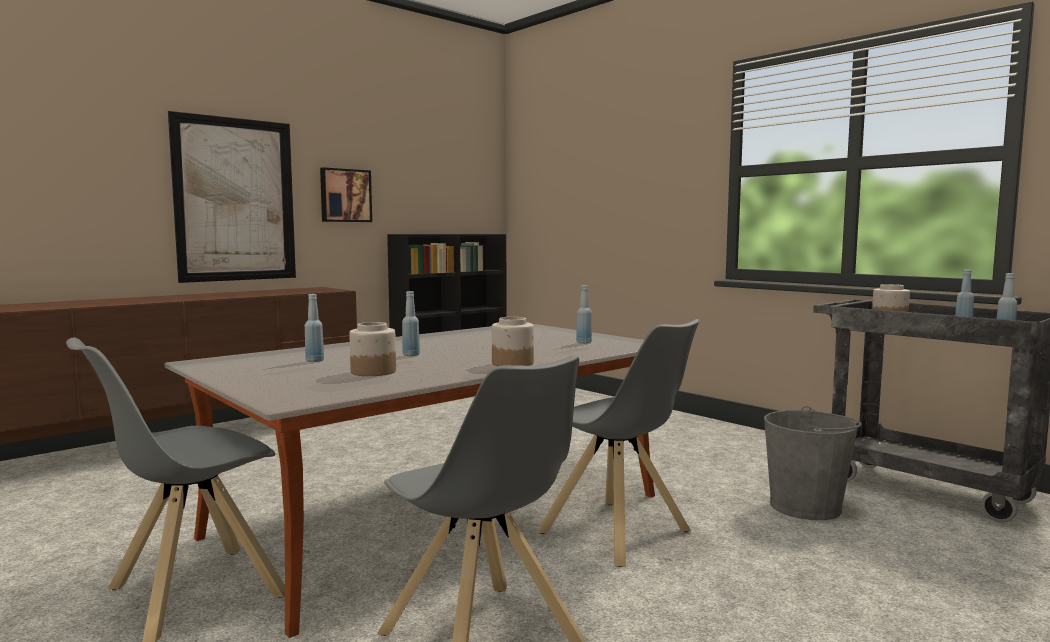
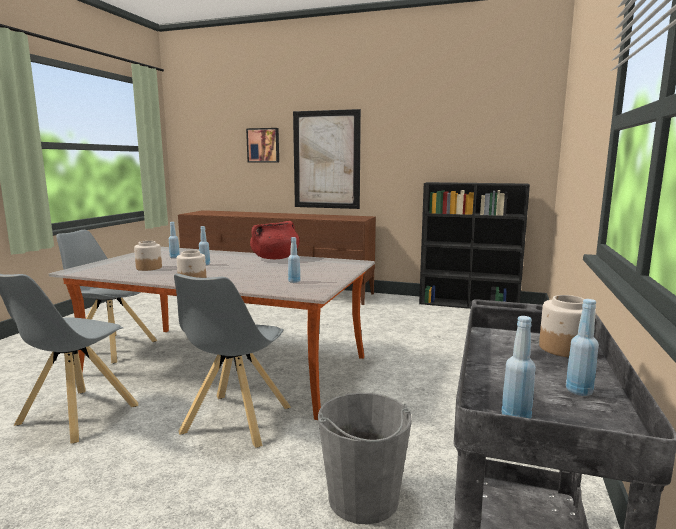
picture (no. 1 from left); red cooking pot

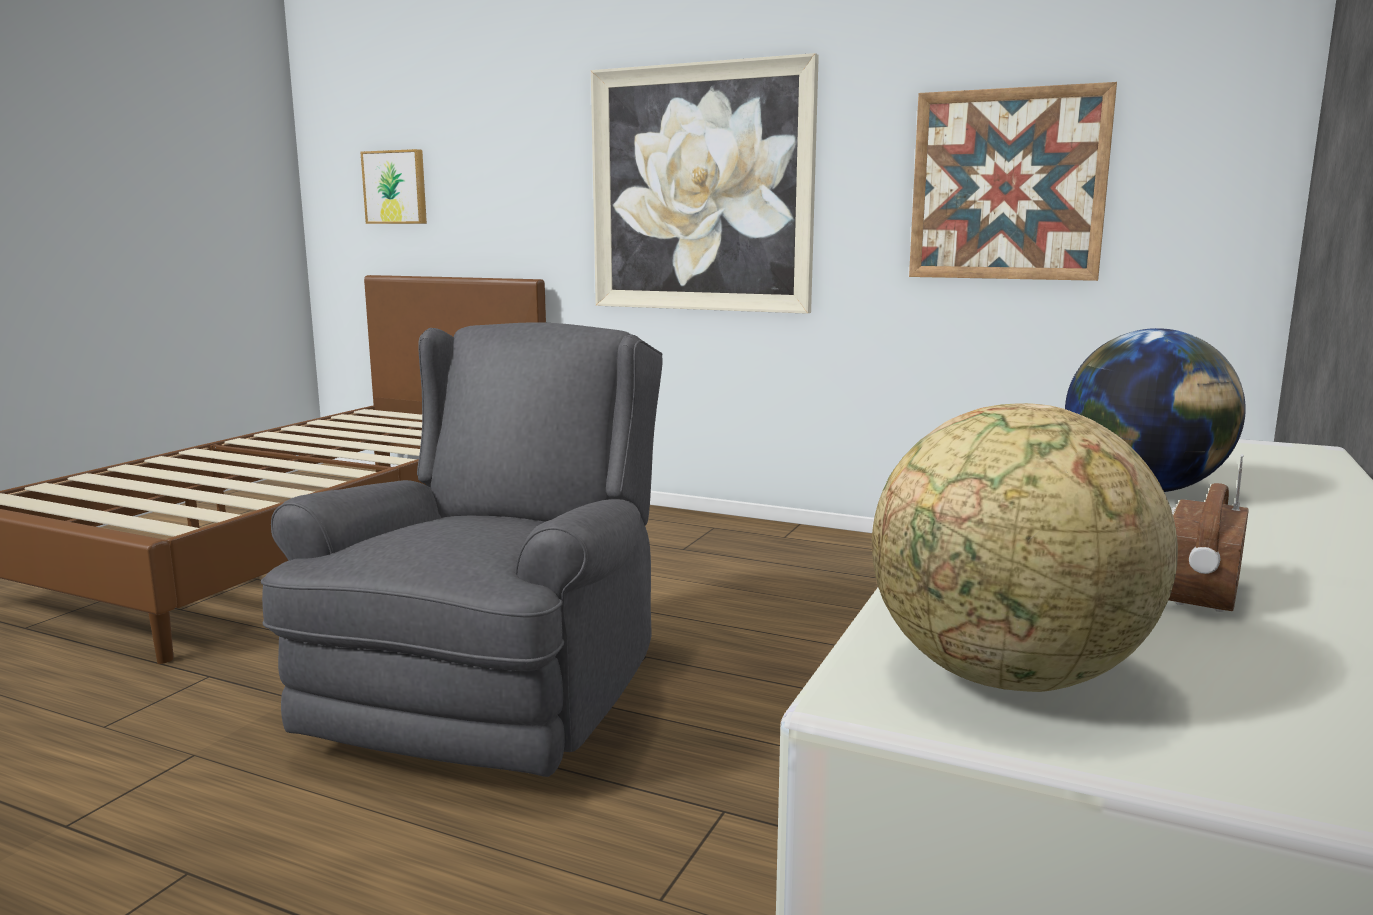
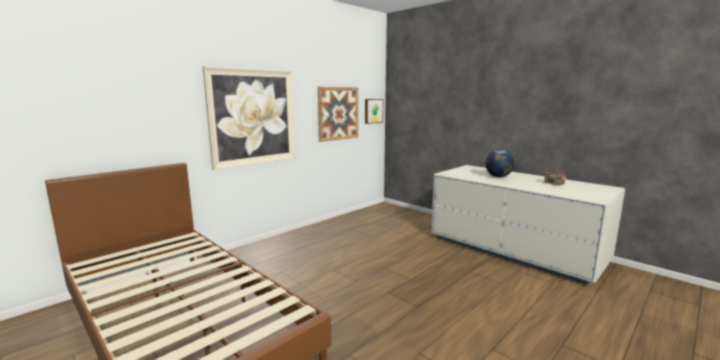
picture (no. 3 from left); grey armchair; globe (no. 1 from left in the first image)

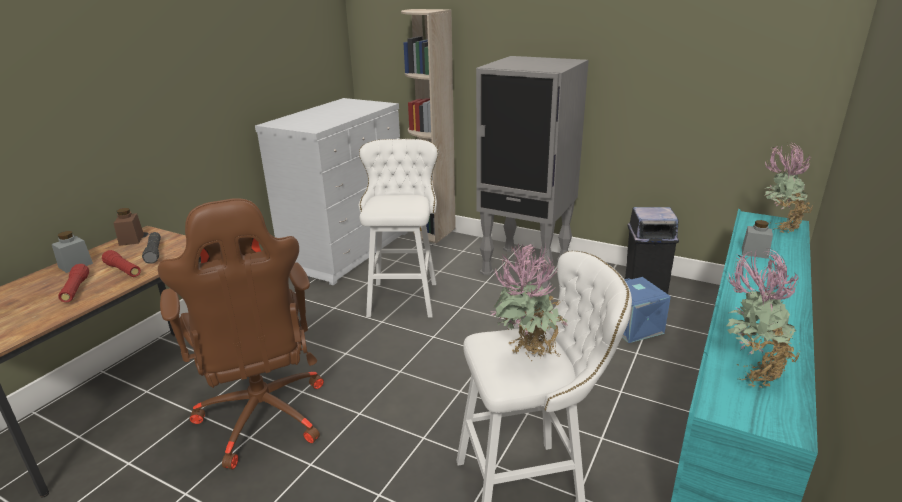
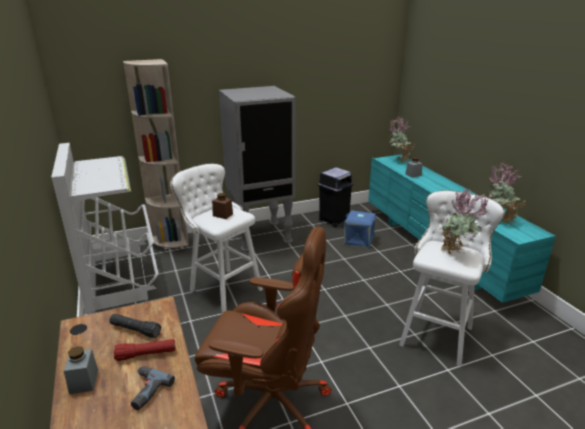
white shoe rack; brown jar; power drill

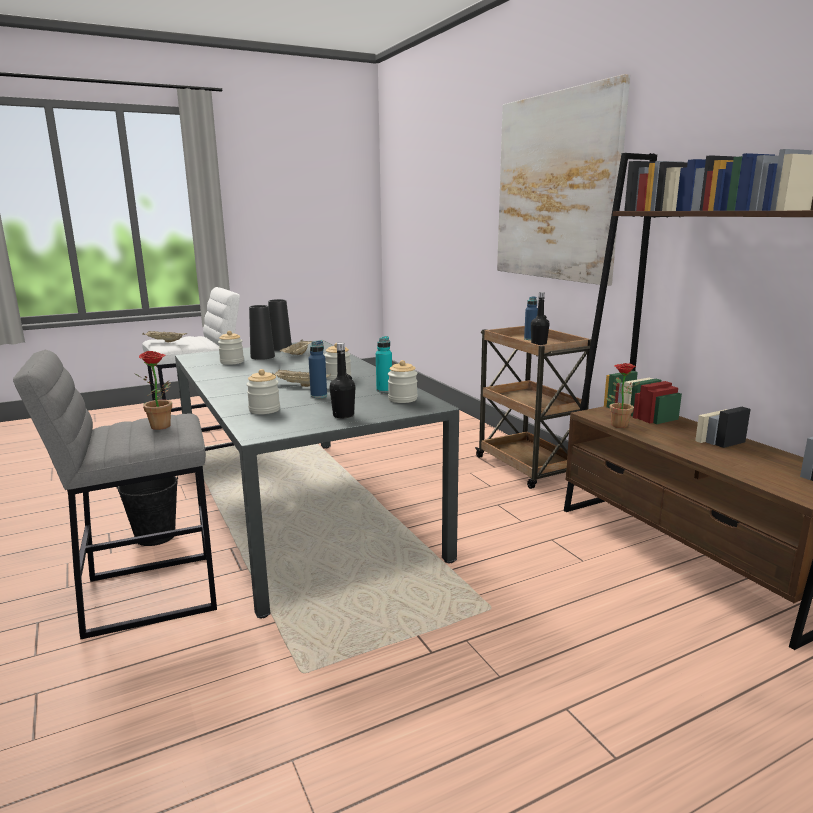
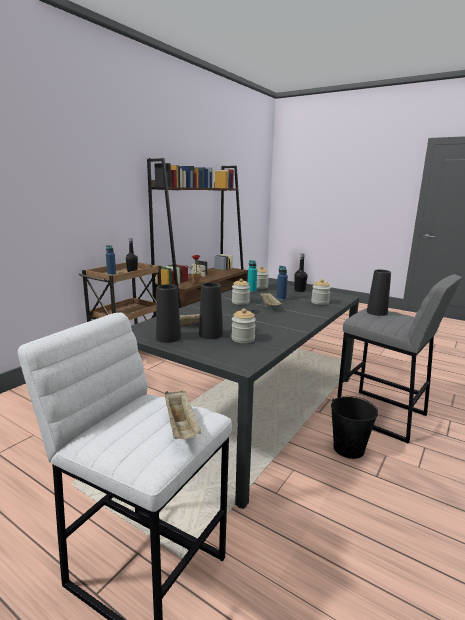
picture; black vase (no. 3 from left)

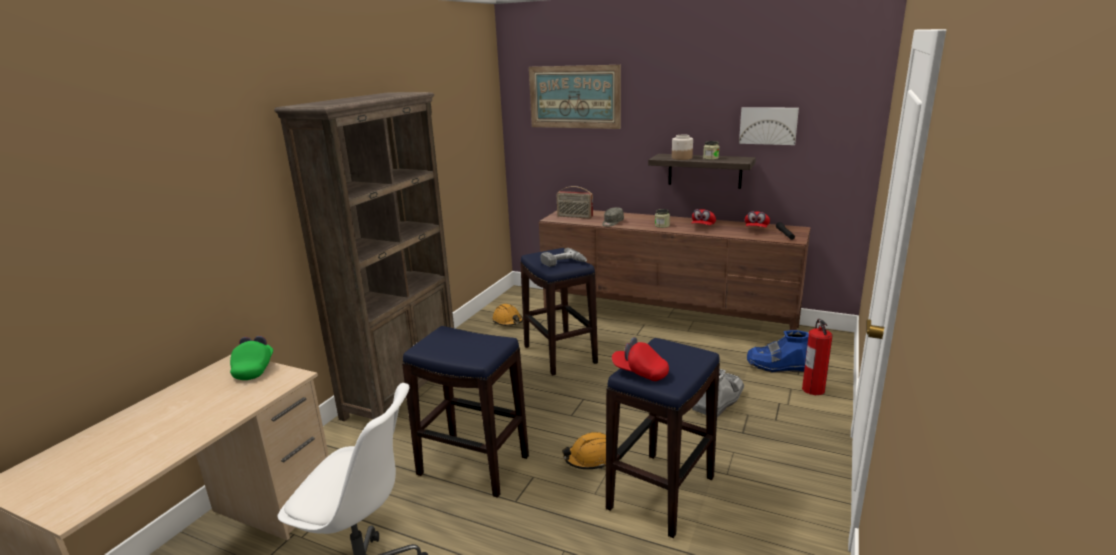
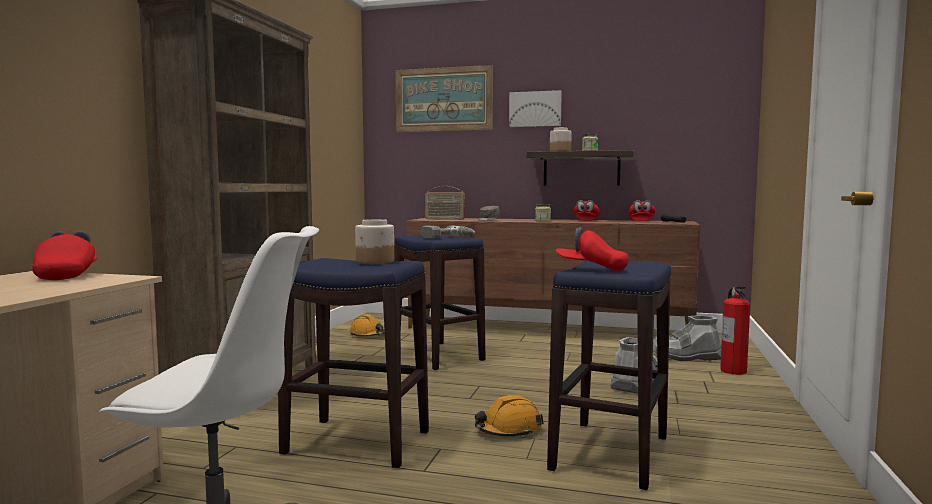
picture (no. 2 from left); grey boot (no. 2 from left); red cap (no. 1 from left); jar (no. 1 from left)

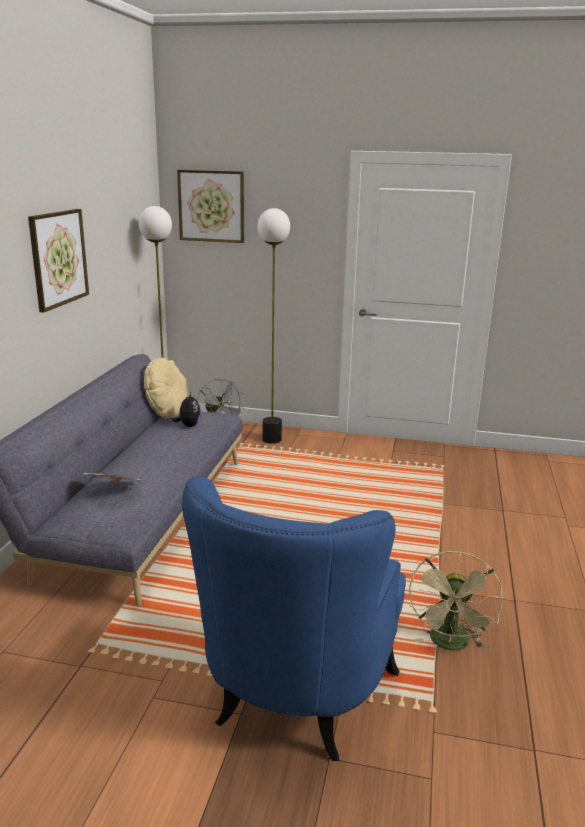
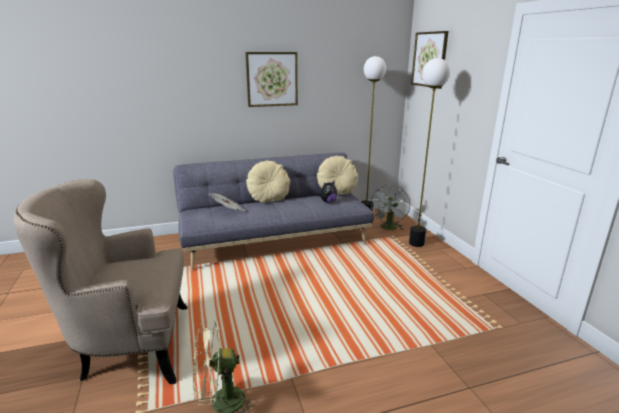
beige armchair; beige pillow (no. 1 from left)

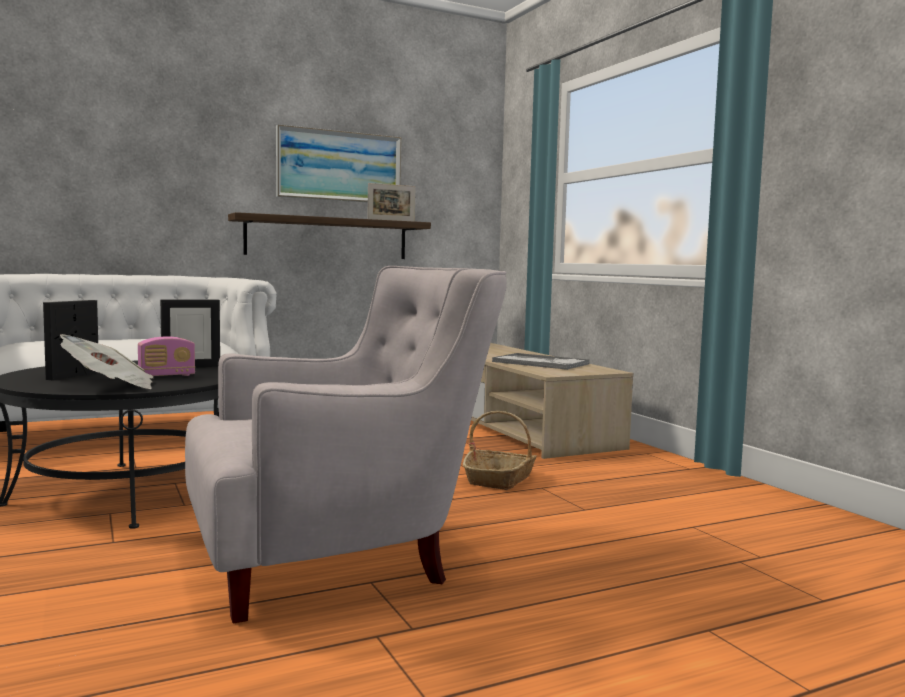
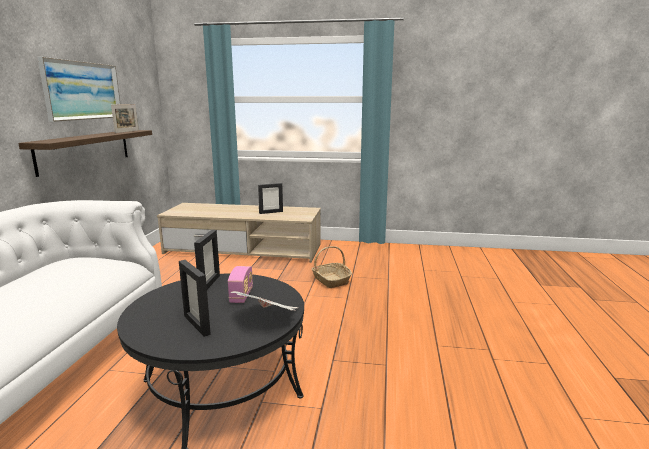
white armchair; picture frame (no. 4 from left)

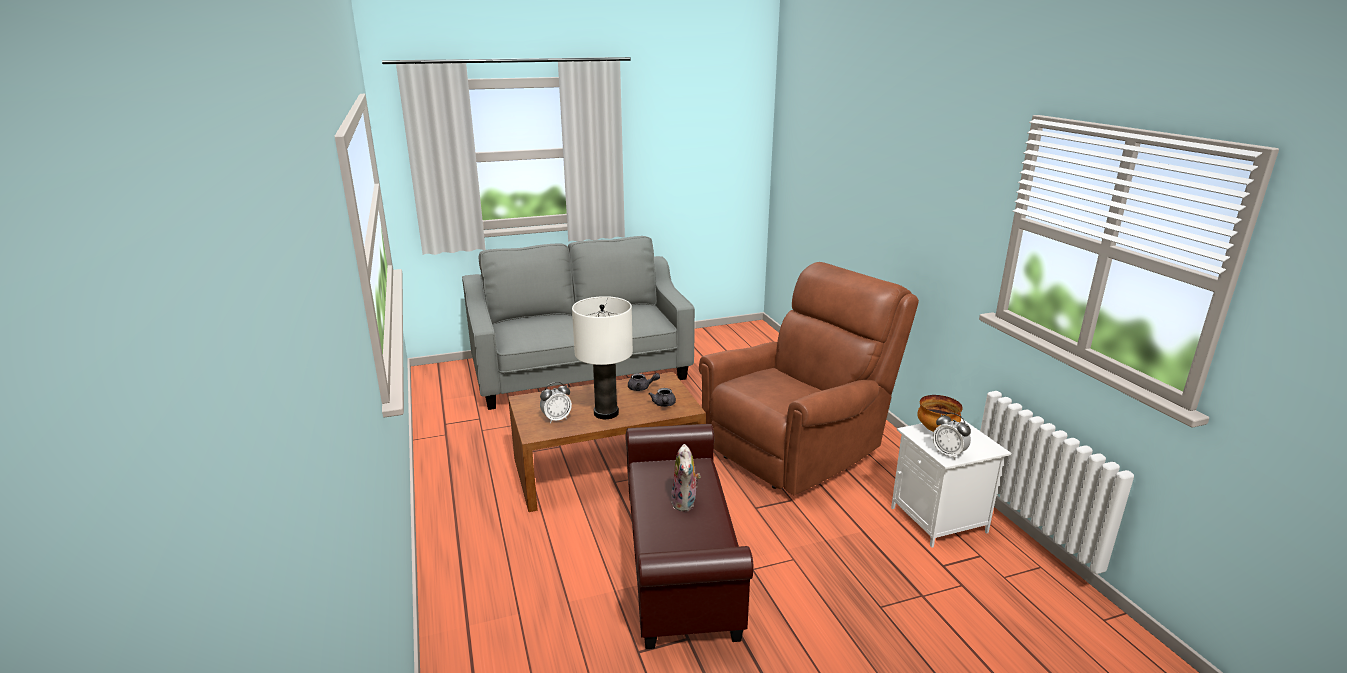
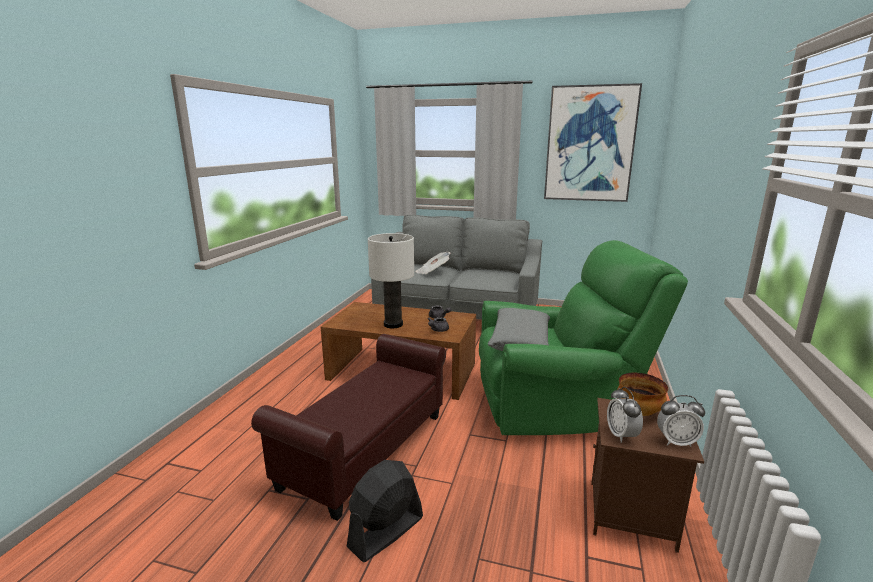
green armchair; alarm clock (no. 2 from left); brown nightstand; plush toy; picture; newspaper; grey pillow; black fan

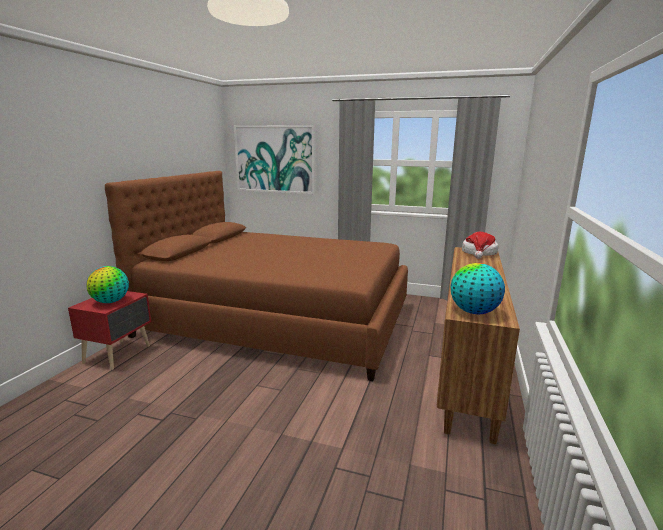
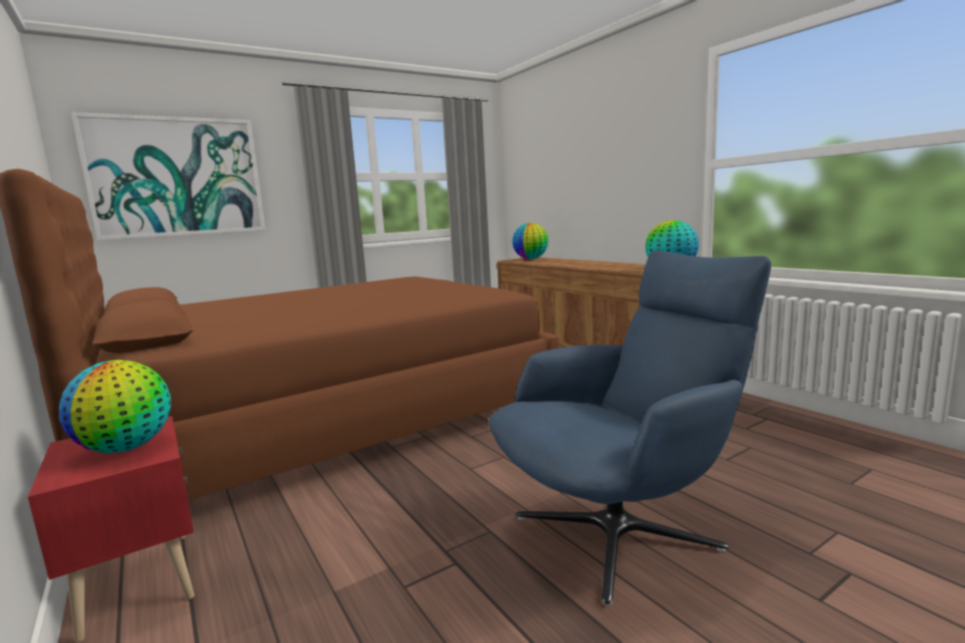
globe (no. 2 from left); blue armchair

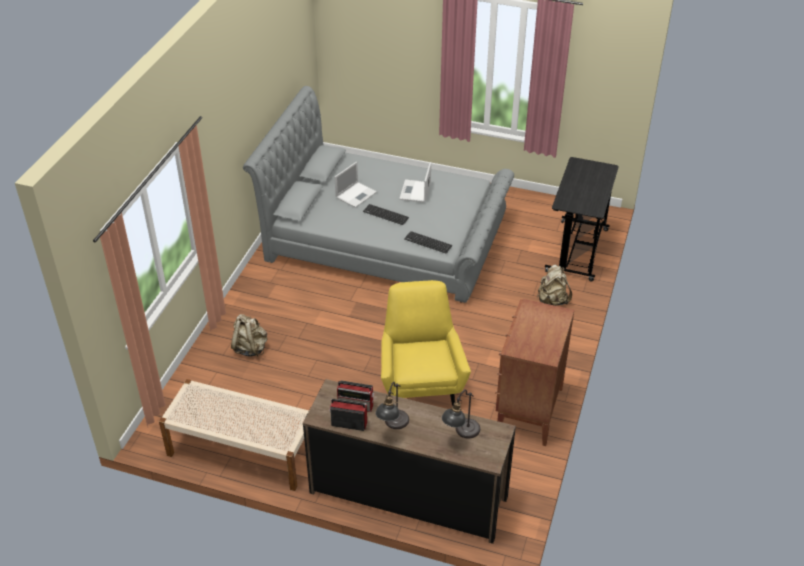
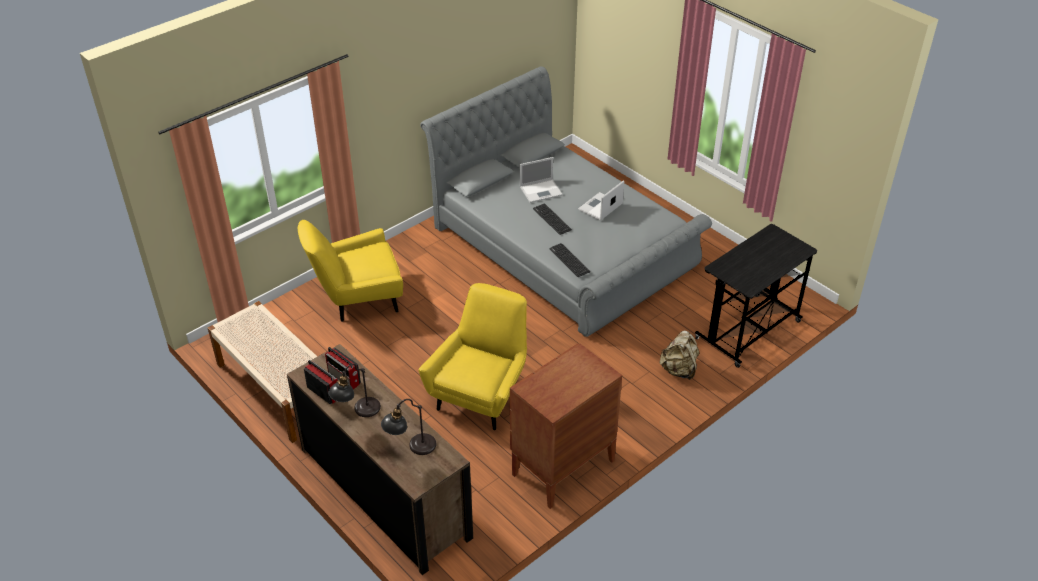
yellow armchair (no. 1 from left)

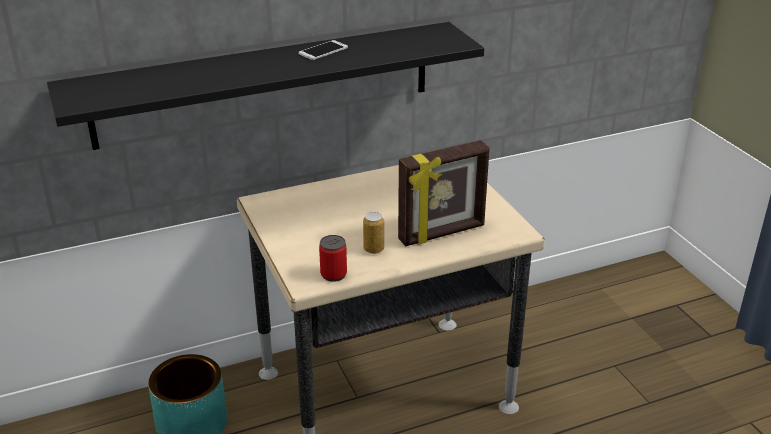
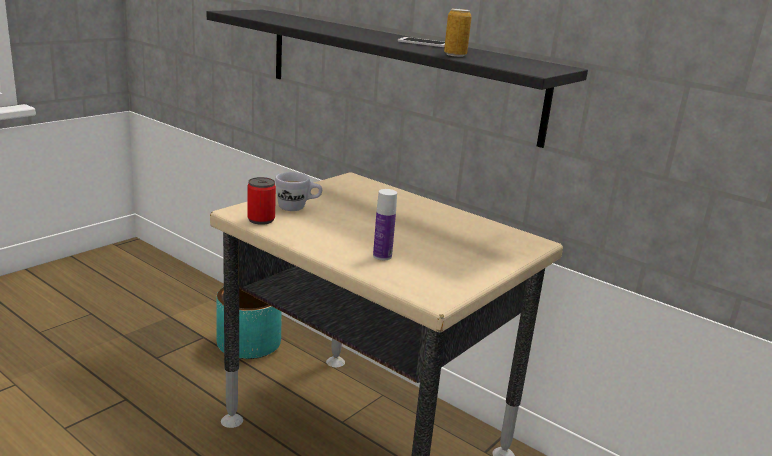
bottle; can (no. 2 from left); white mug

